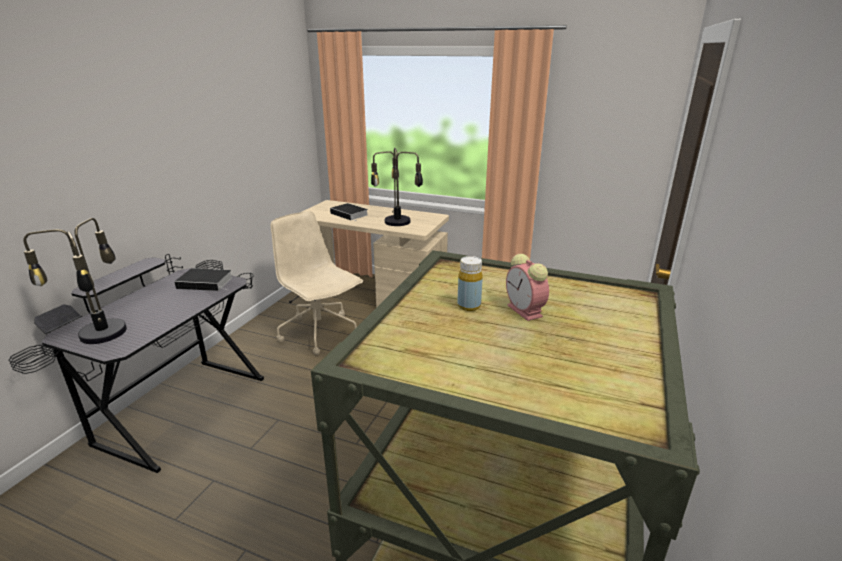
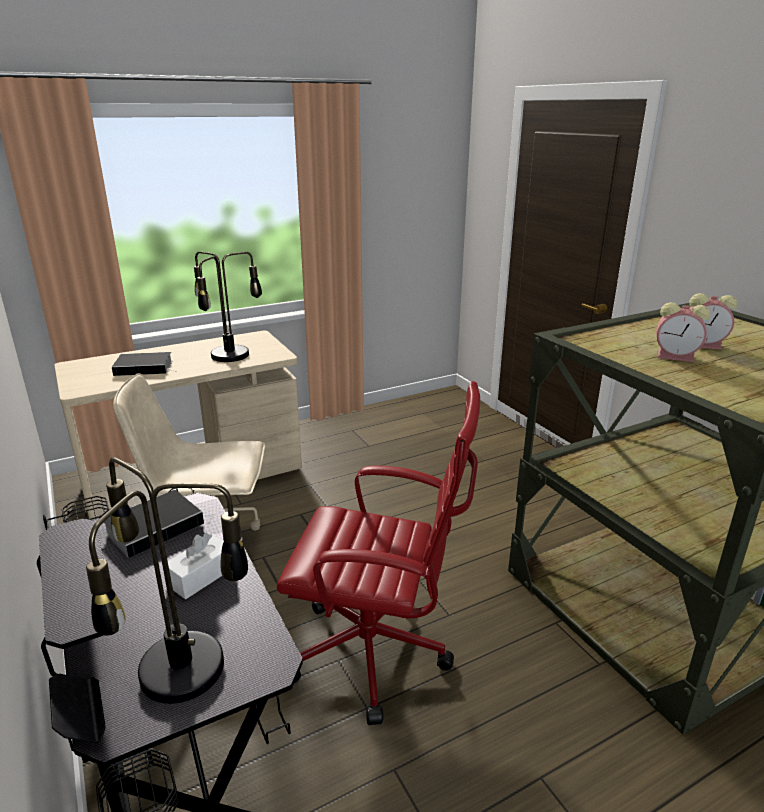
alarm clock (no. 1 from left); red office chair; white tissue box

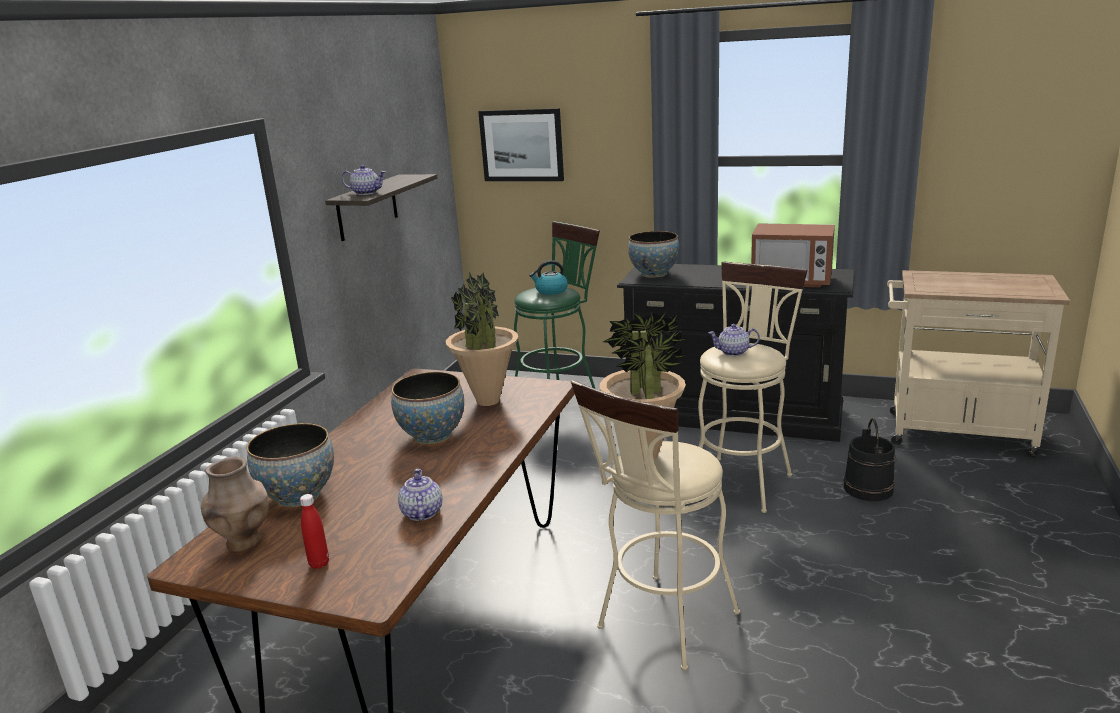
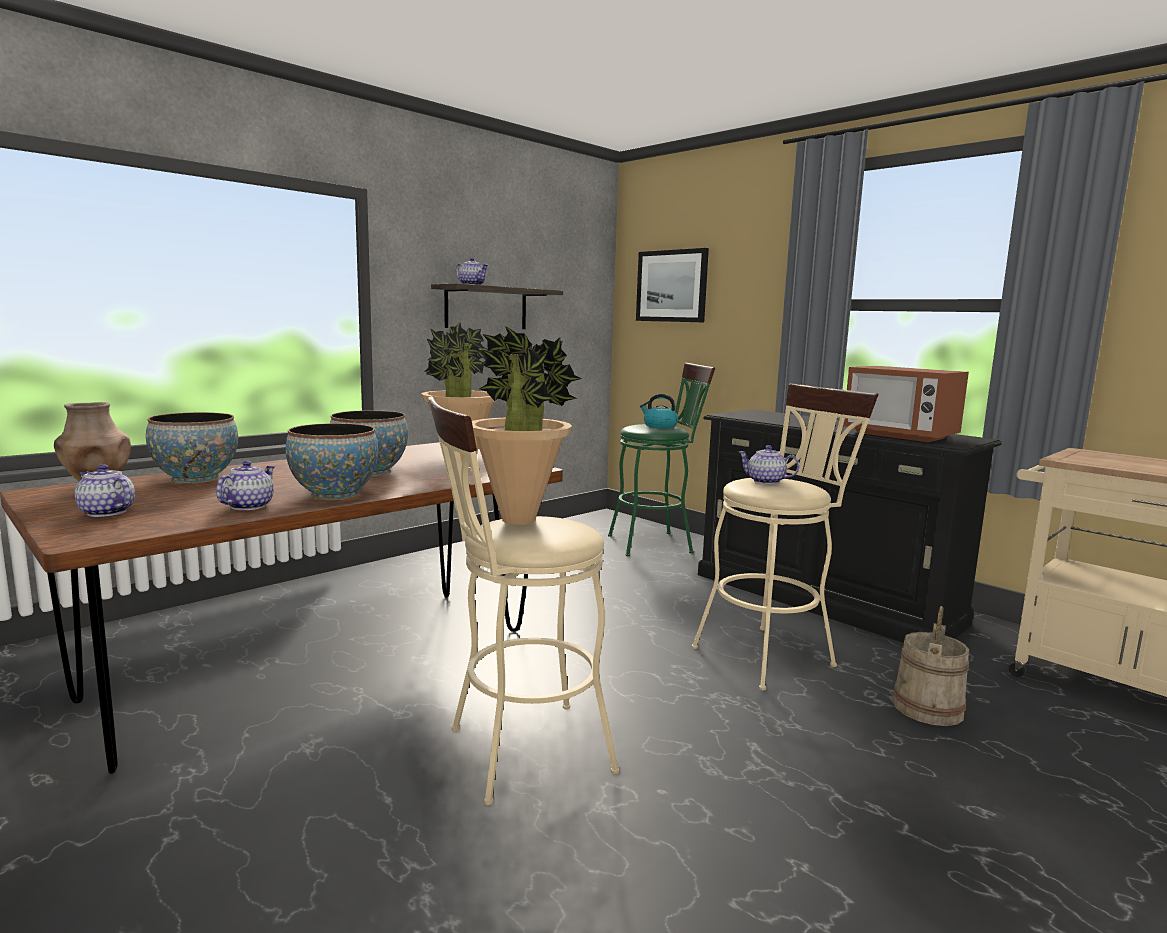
bowl (no. 2 from left); beige bucket; teapot (no. 1 from left)

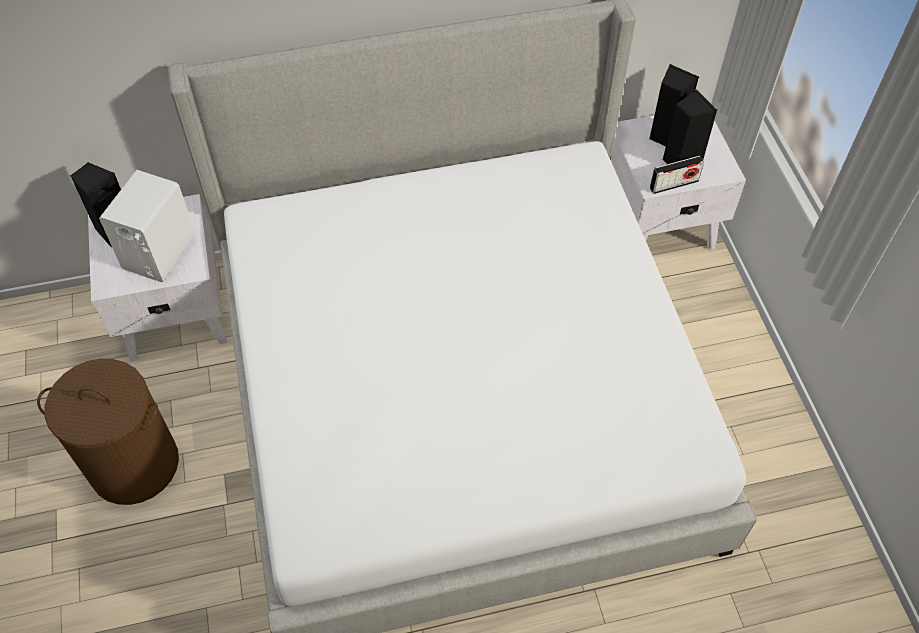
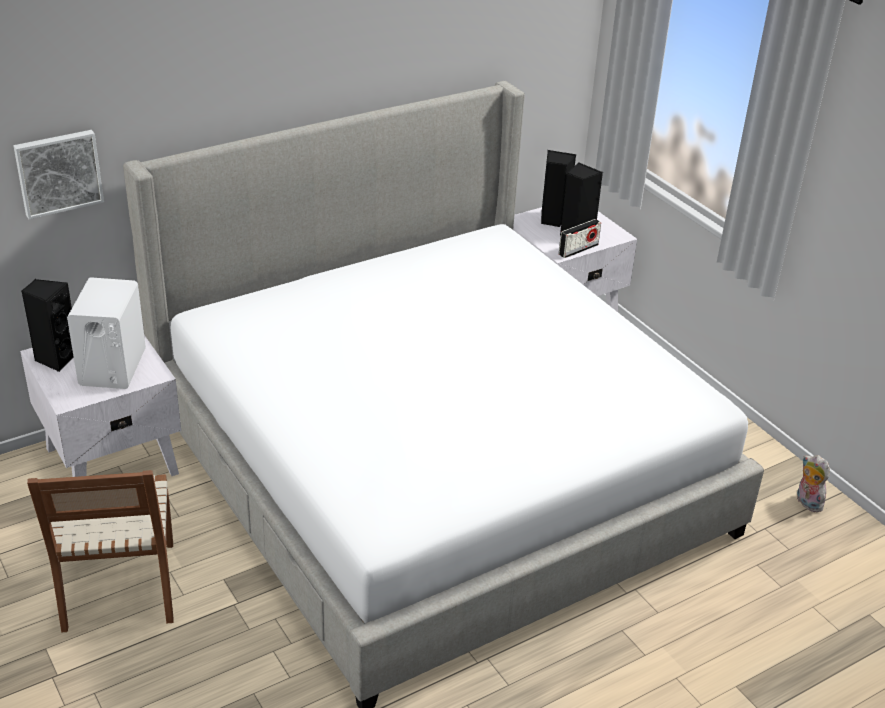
chair; picture; plush toy

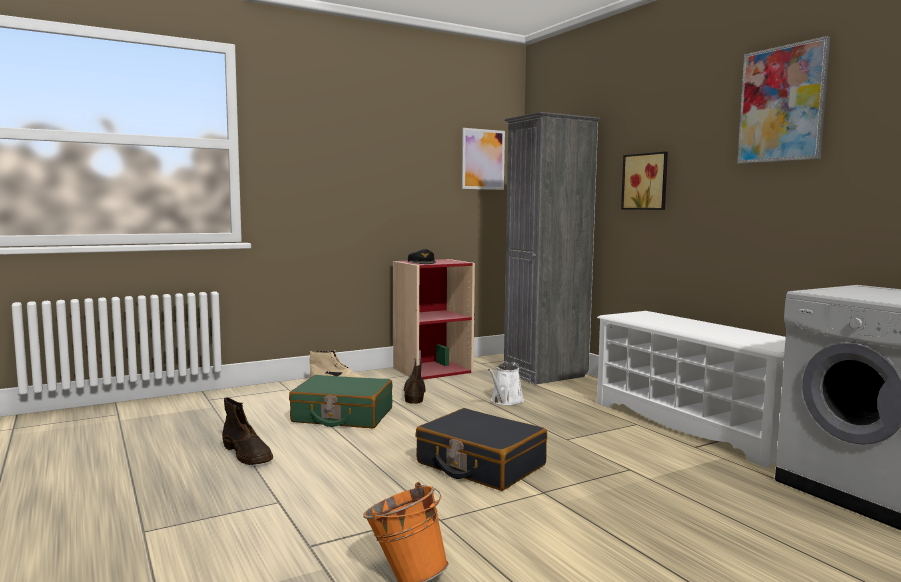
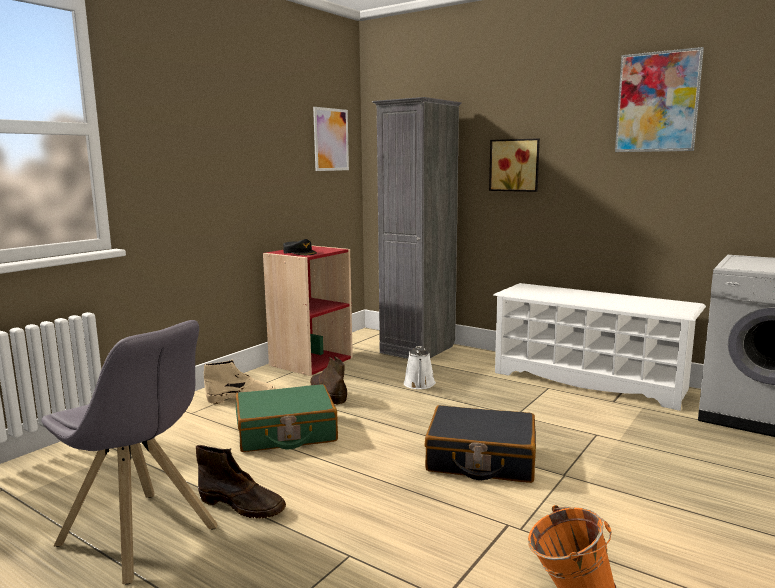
grey chair

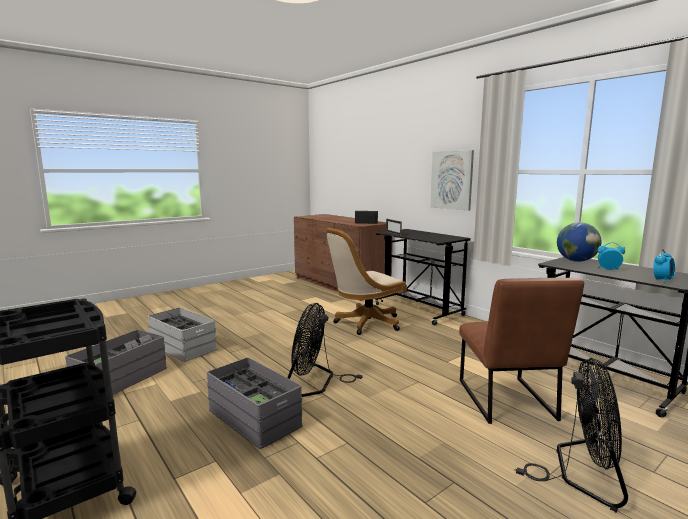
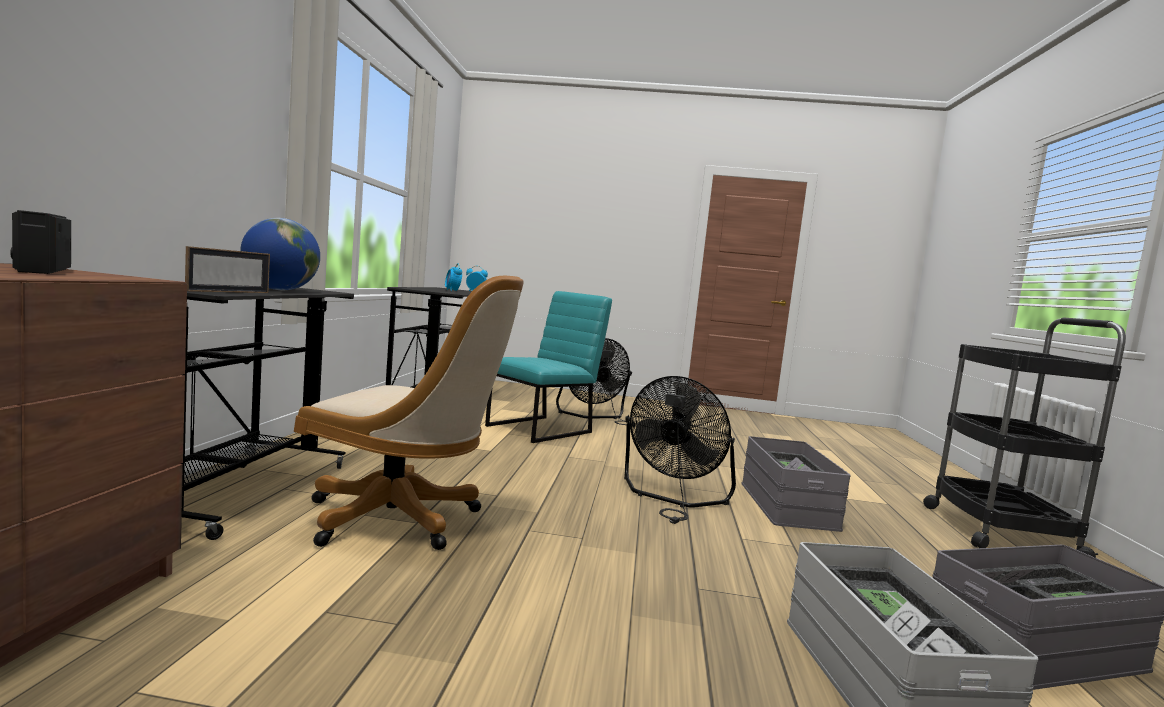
picture; globe; turquoise chair; black fan (no. 2 from left)

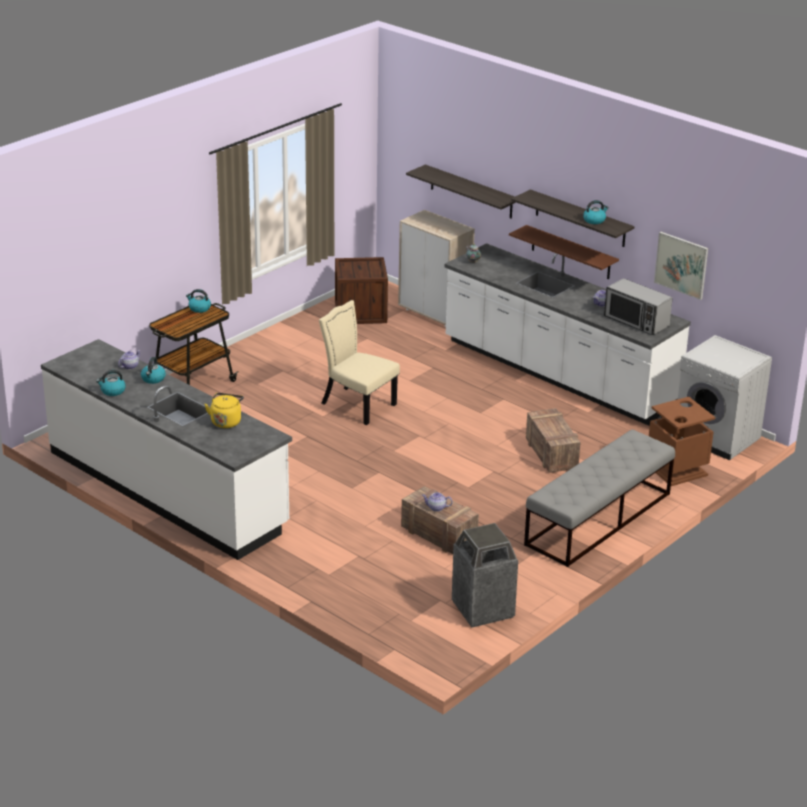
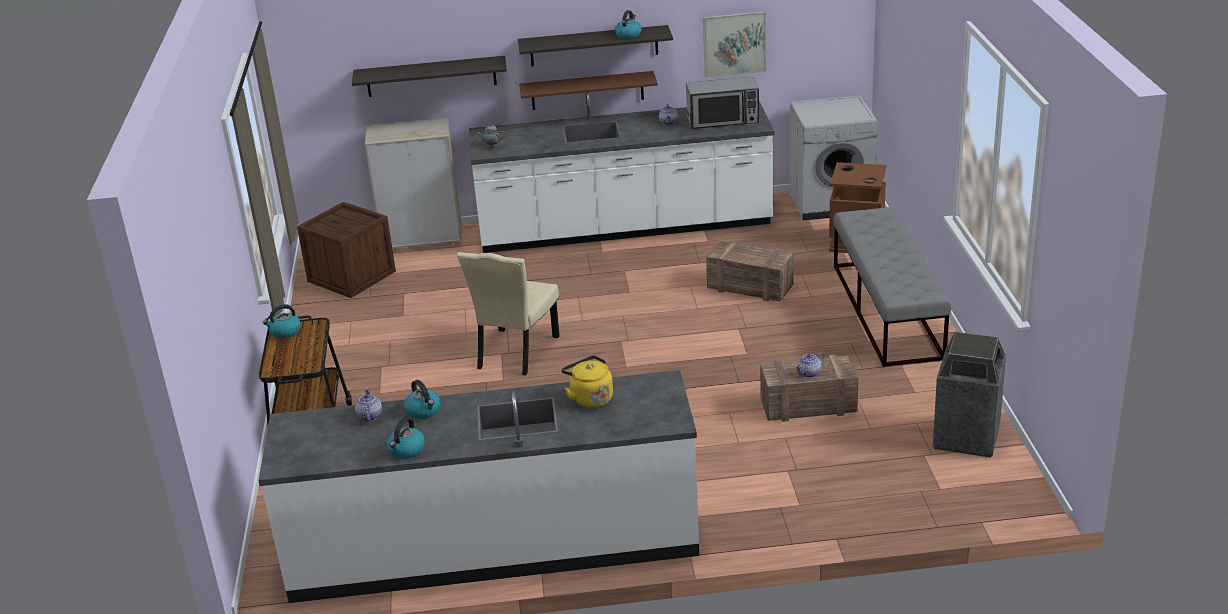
beige chair

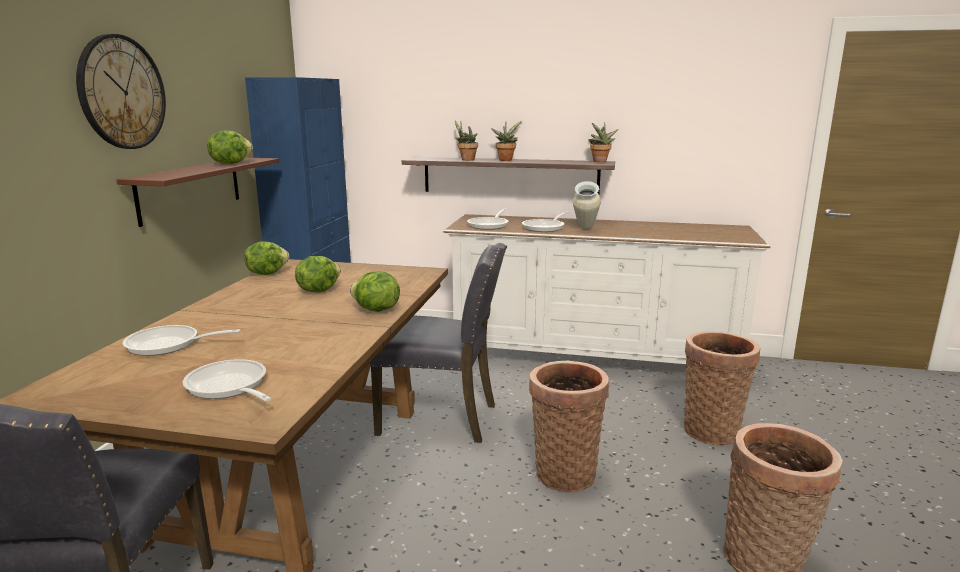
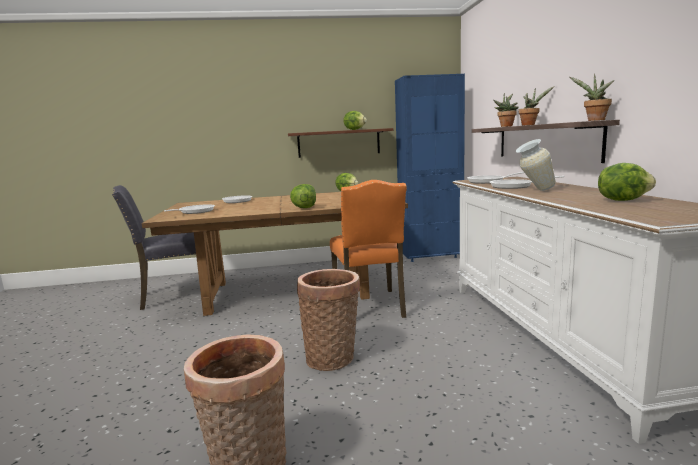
wall clock; orange chair; lettuce (no. 4 from left); basket (no. 2 from left in the first image)

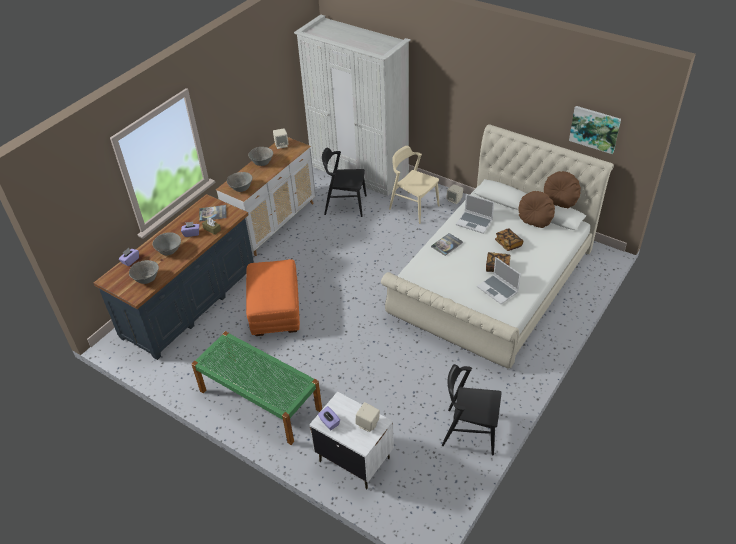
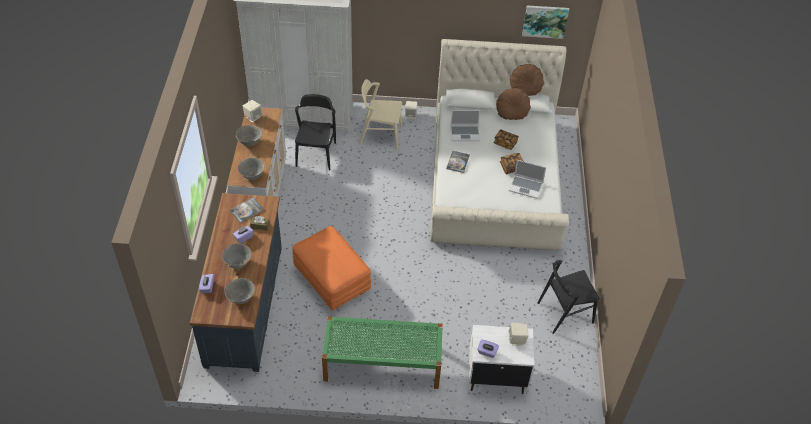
black chair (no. 1 from left)

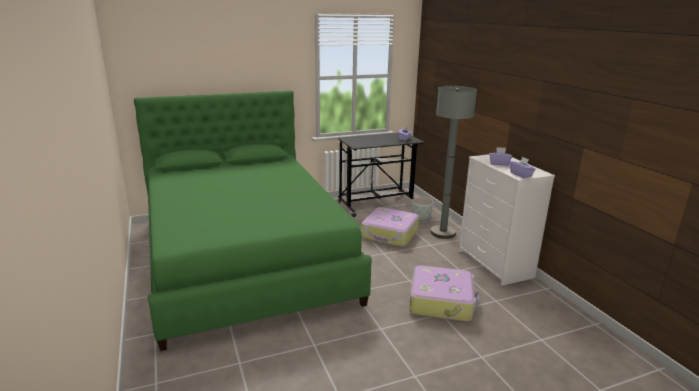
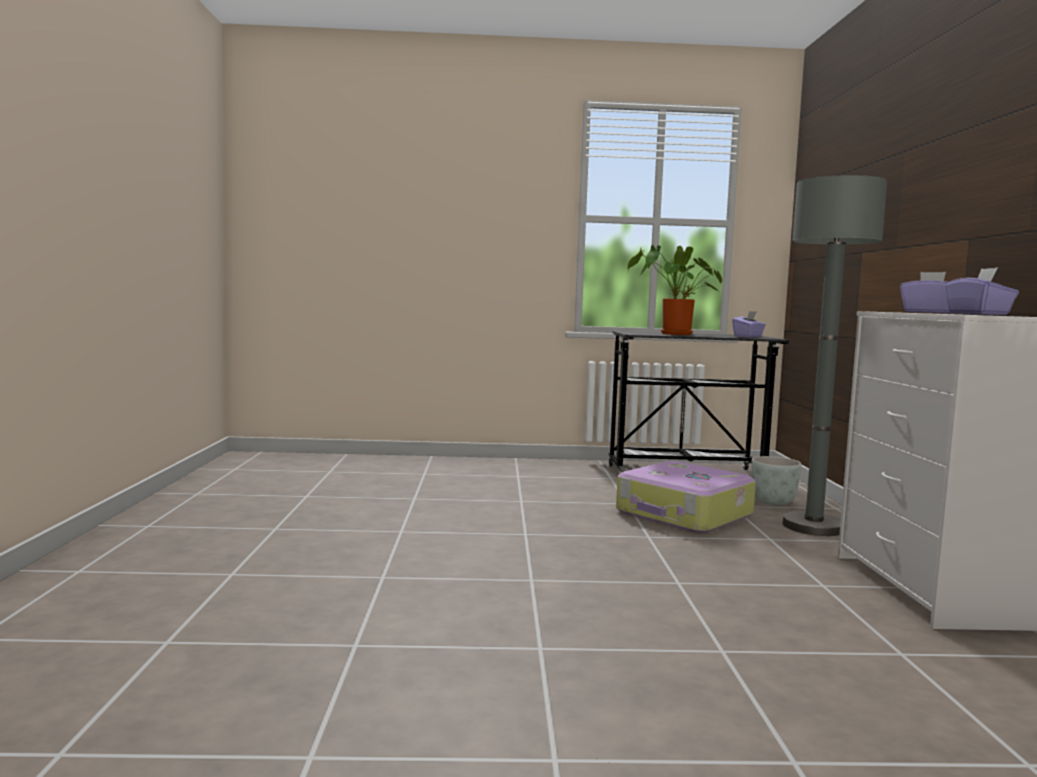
green bed; suitcase (no. 2 from left in the first image); potted plant

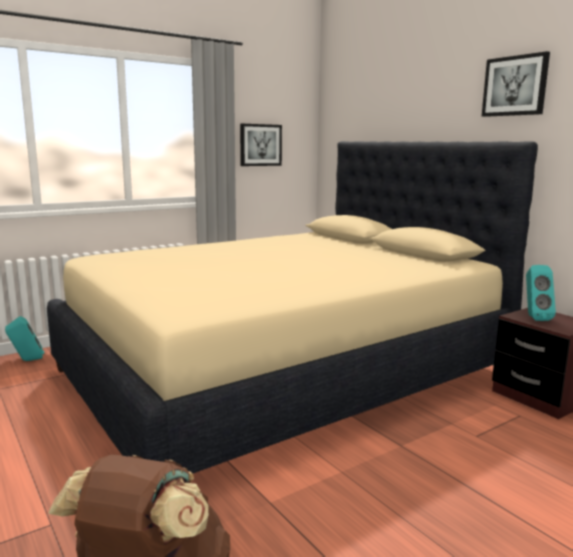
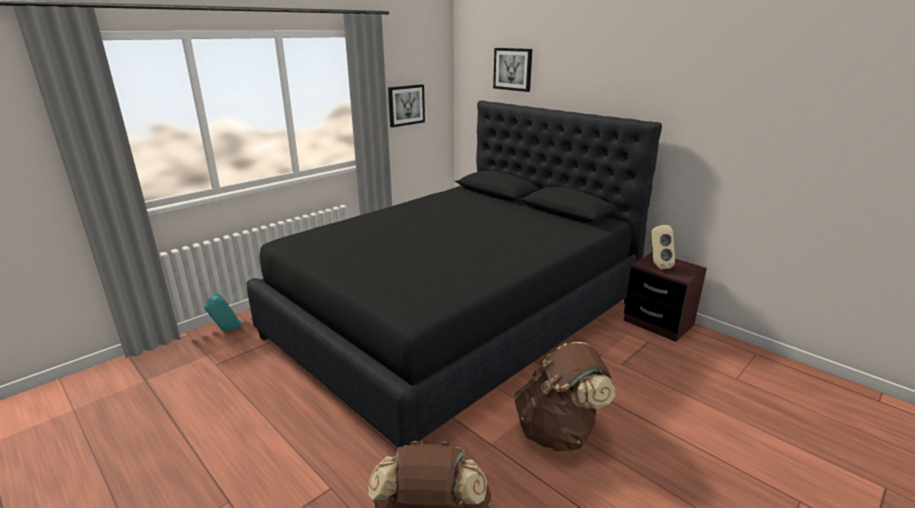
picture (no. 2 from left); black bed; beige speaker; brown backpack (no. 2 from left)

